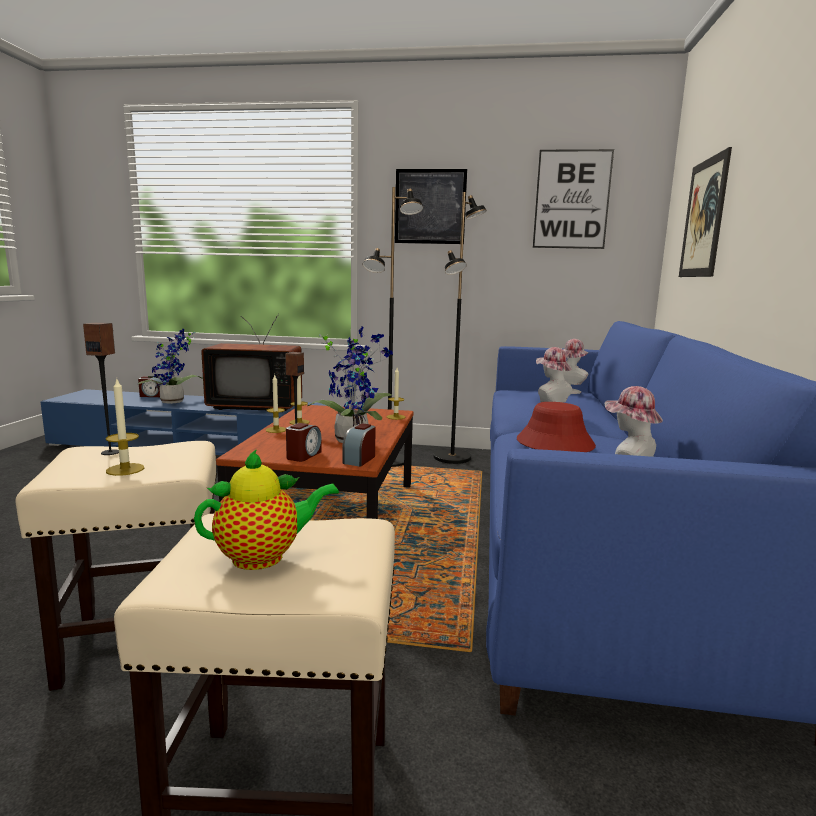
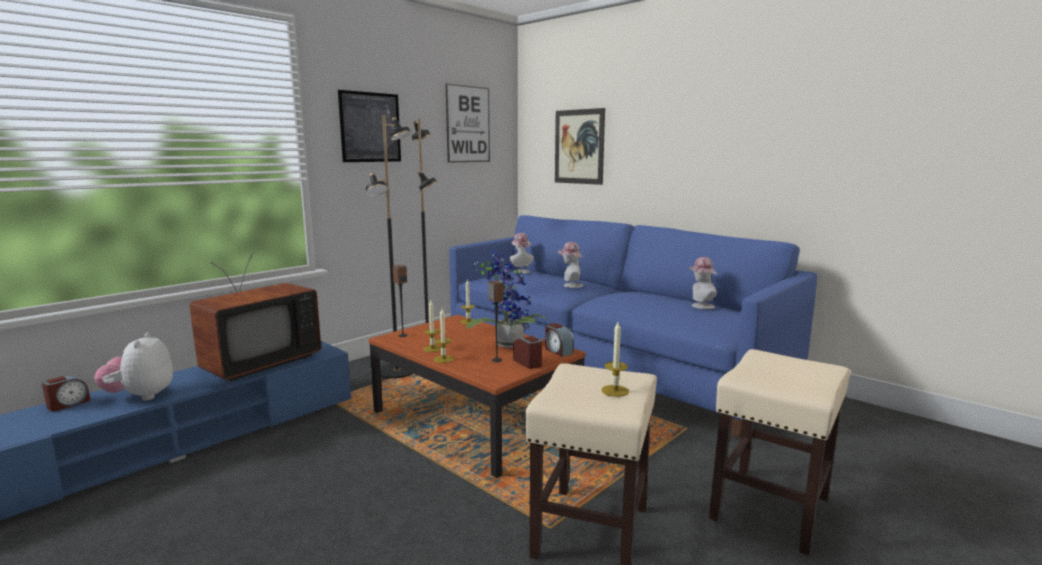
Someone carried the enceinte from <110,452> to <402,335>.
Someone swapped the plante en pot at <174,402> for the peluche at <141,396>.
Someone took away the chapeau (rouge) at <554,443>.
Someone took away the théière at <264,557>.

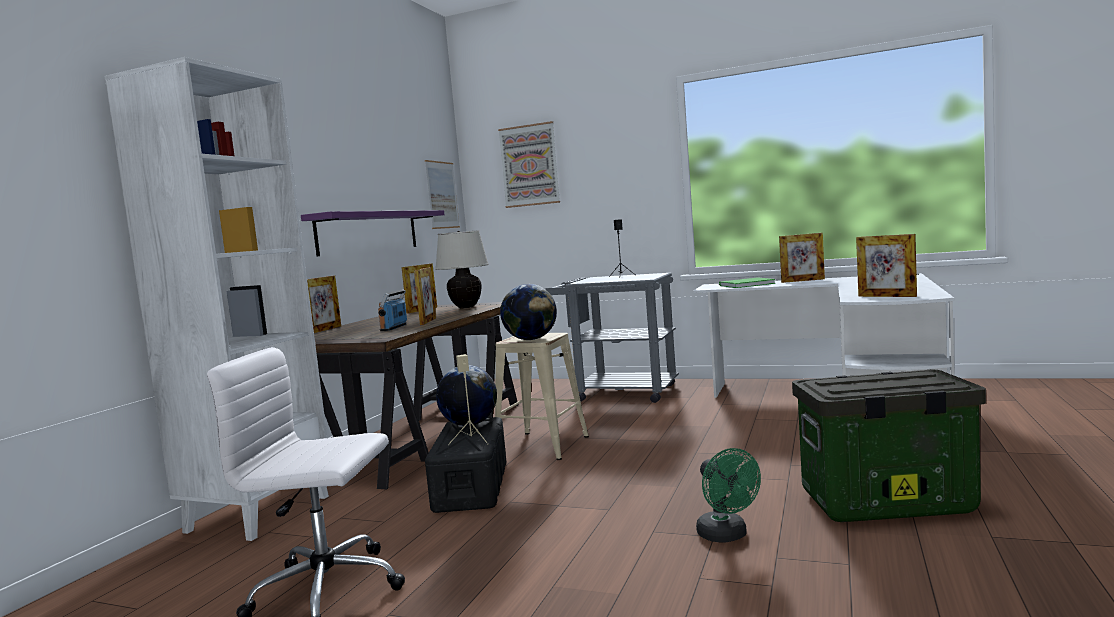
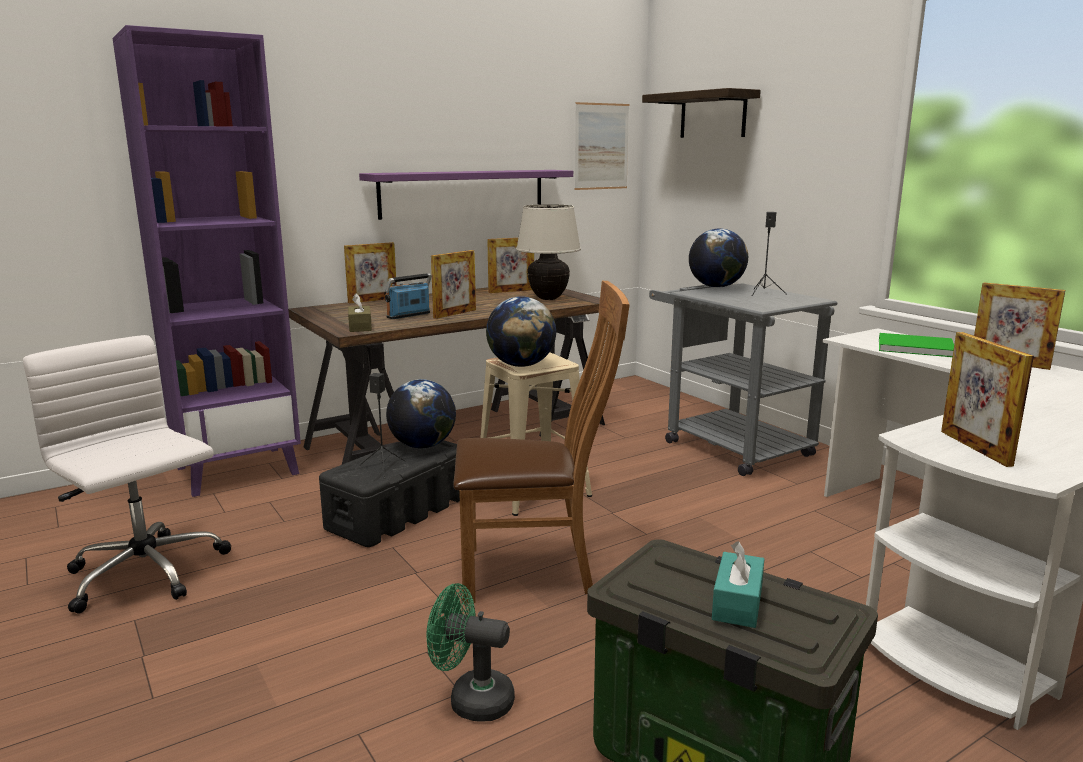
Someone repainted the bibliothèque (blanc) at <259,513>, which became the bibliothèque (violet) at <238,470>.
Someone swapped the tableau at <529,165> for the étagère at <713,115>.
Someone repainted the enceinte (beige) at <471,440>, which became the enceinte (noir) at <383,468>.
Someone rotated the ventilateur (vert) at <727,536> by 90 degrees clockwise.
Someone put down the globe at <716,287>.
Someone put down the chaise (marron) at <536,570>.
Someone put down the boîte à mouchoirs (marron) at <360,327>.
Someone put down the boîte à mouchoirs (turquoise) at <737,603>.

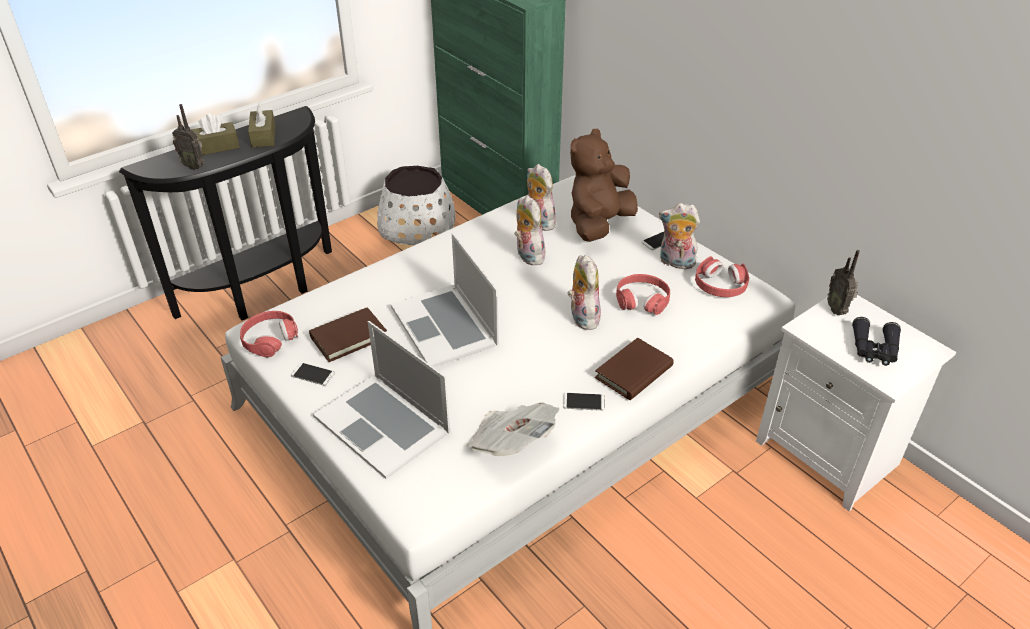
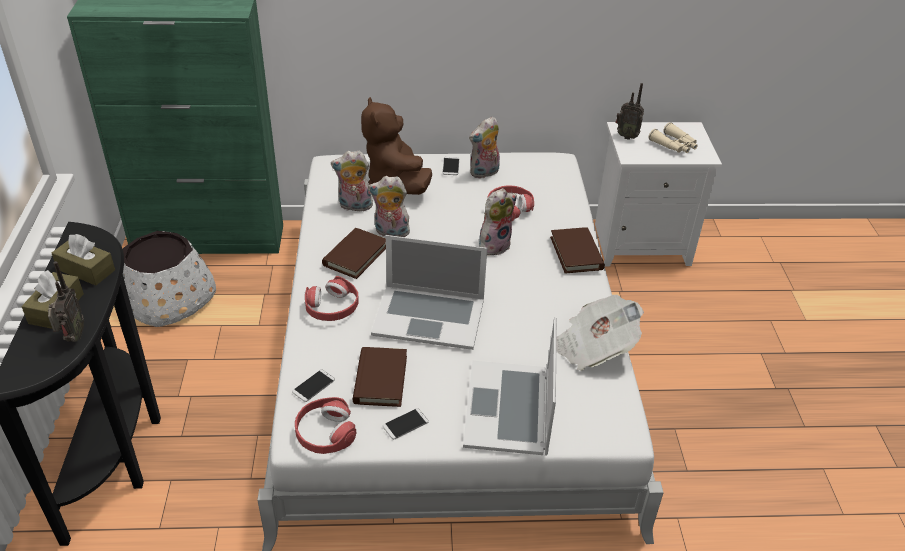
Someone rotated the radio at <194,166> by 60 degrees counterclockwise.
Someone rotated the peluche at <582,317> by 120 degrees clockwise.
Someone carried the casque audio (rouge) from <720,285> to <332,307>.
Someone repainted the jumelles (noir) at <874,349>, which became the jumelles (beige) at <674,145>.
Someone rotated the ordinateur portable at <382,424> by 105 degrees clockwise.
Someone carried the téléphone from <584,402> to <313,386>.
Someone put down the livre (marron) at <355,256>.

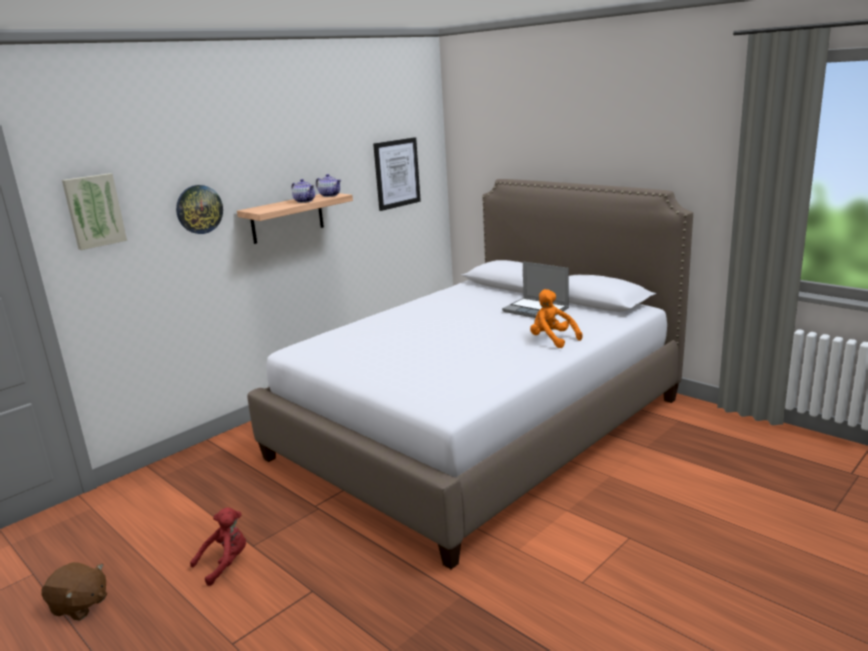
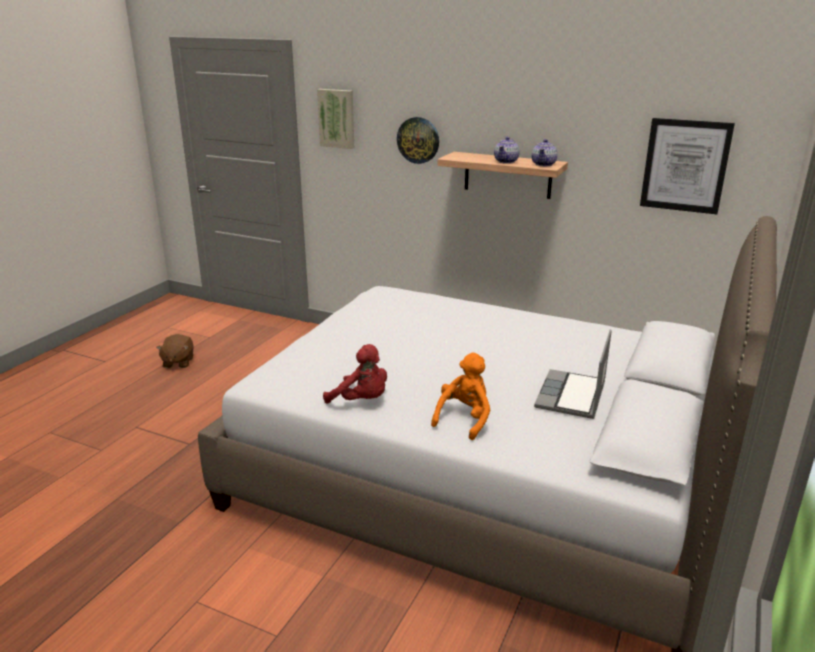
Someone carried the peluche (rouge) from <225,563> to <361,400>.

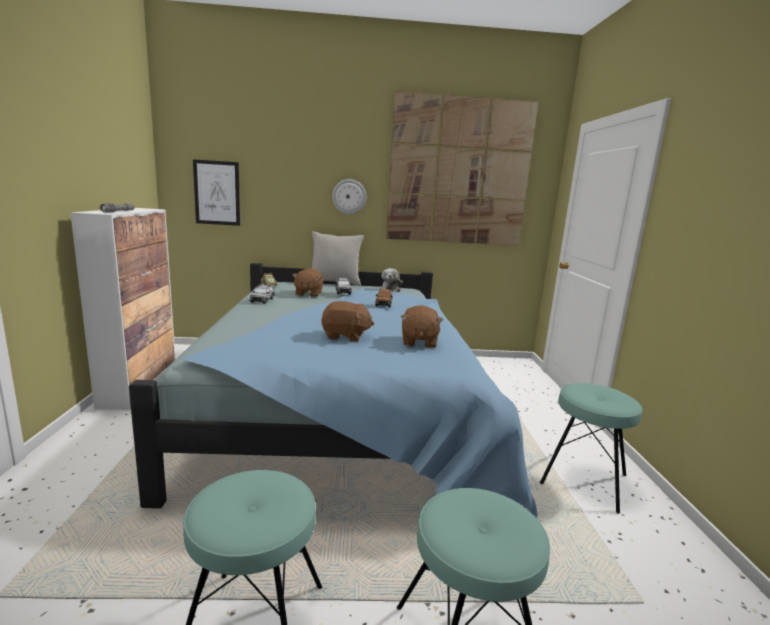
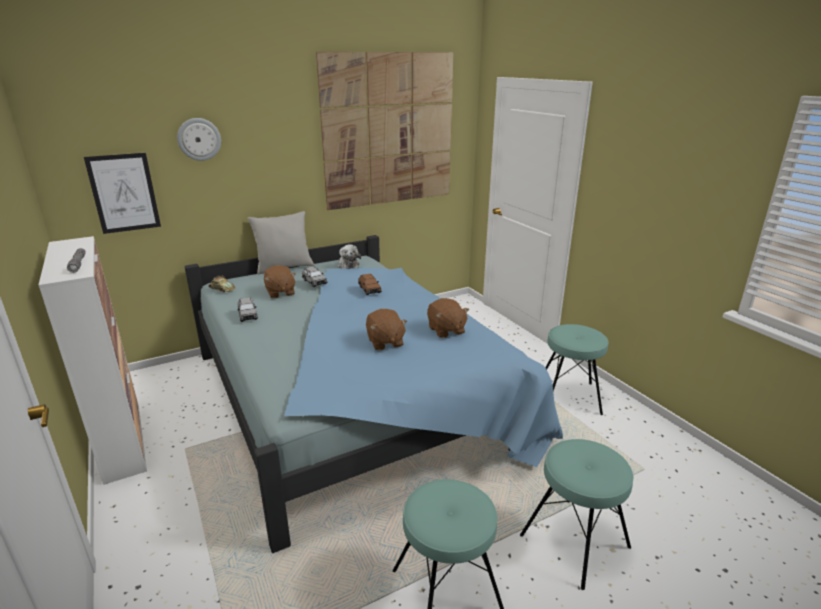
Someone carried the horloge murale from <349,196> to <199,139>.
Someone rotated the peluche (marron) at <345,336> by 90 degrees clockwise.

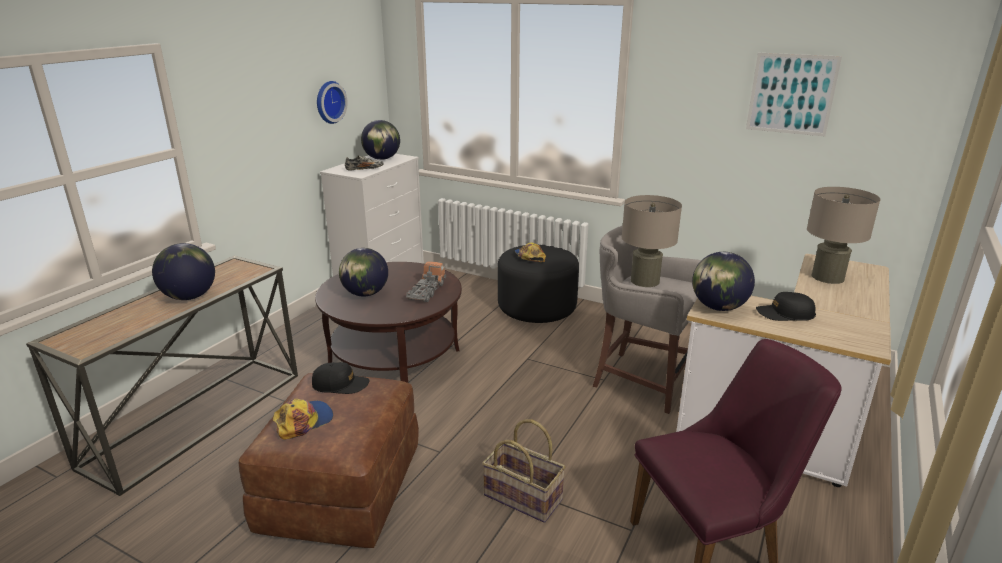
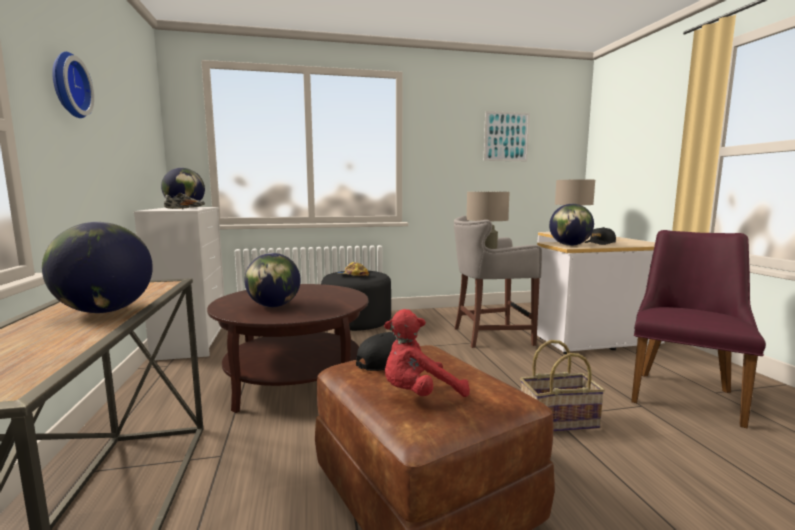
Someone carried the horloge murale from <328,102> to <67,85>.
Someone took away the camion jouet at <427,291>.
Someone swapped the casquette at <303,421> for the peluche (rouge) at <419,395>.

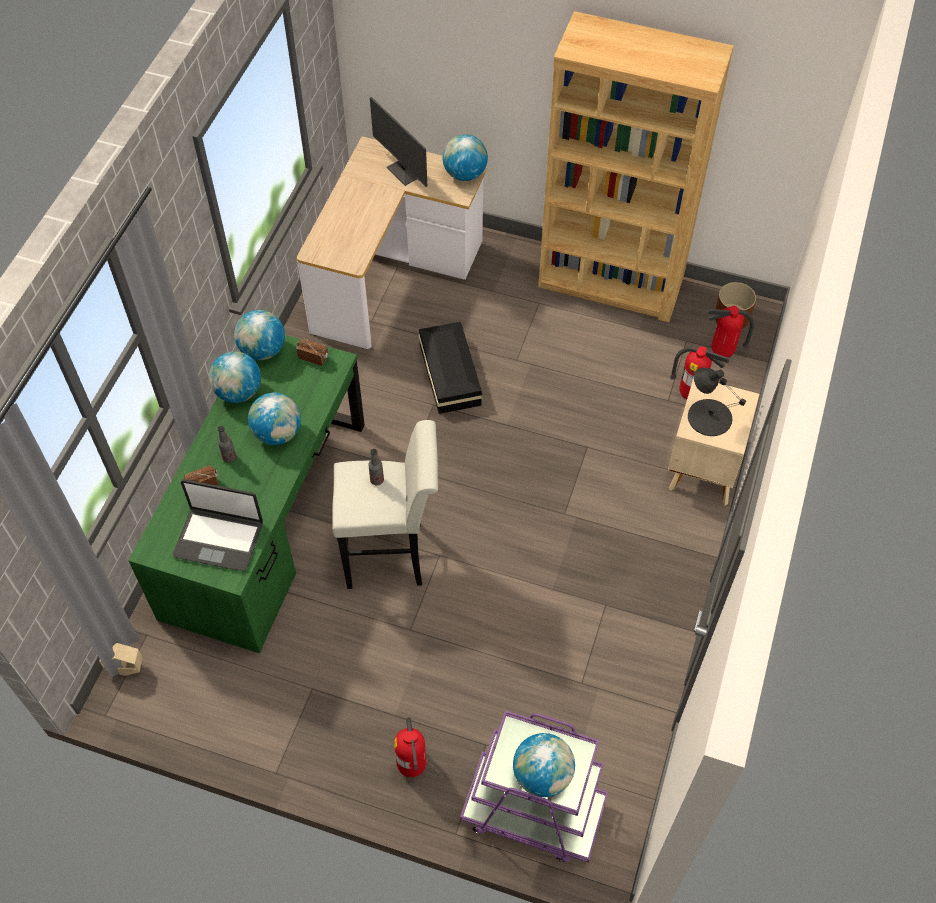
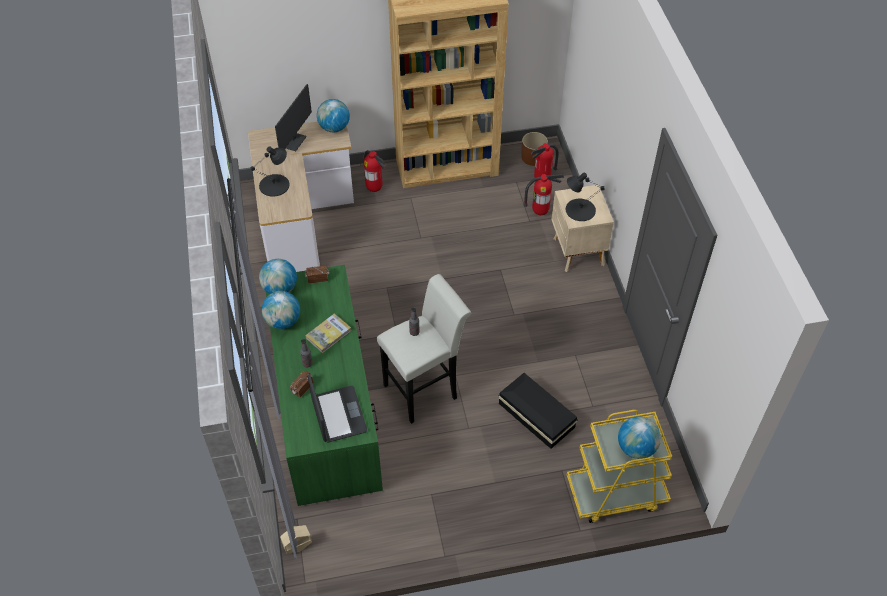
Someone rotated the écran d'ordinateur at <405,171> by 90 degrees counterclockwise.
Someone carried the boîte de rangement (noir) from <450,373> to <536,414>.
Someone swapped the globe at <277,433> for the livre at <328,334>.
Someone rotated the ordinateur portable at <219,539> by 90 degrees counterclockwise.
Someone repainted the chariot (violet) at <532,811>, which became the chariot (jaune) at <615,493>.
Someone carried the extincteur from <413,767> to <375,189>.
Someone put down the lampe de table (noir) at <275,185>.

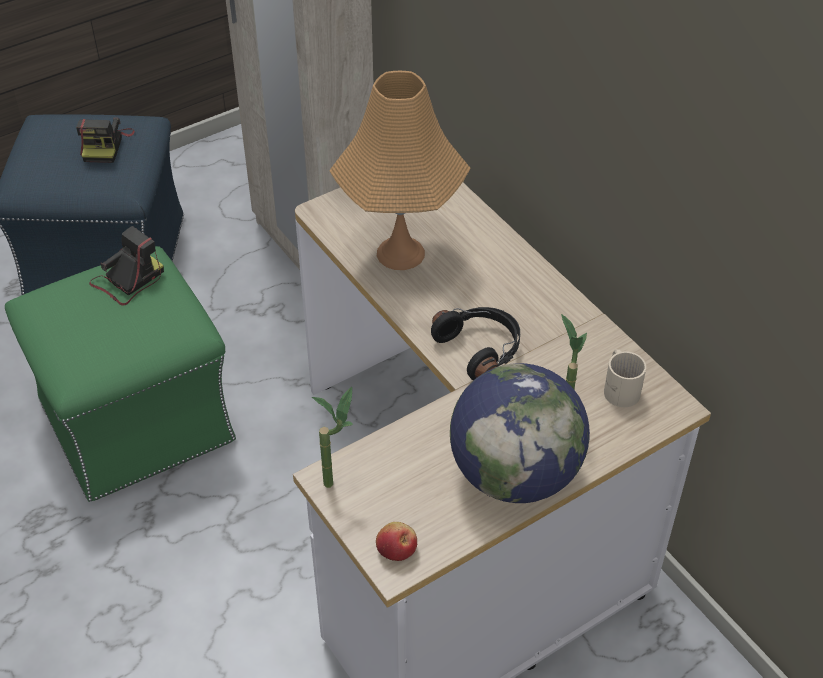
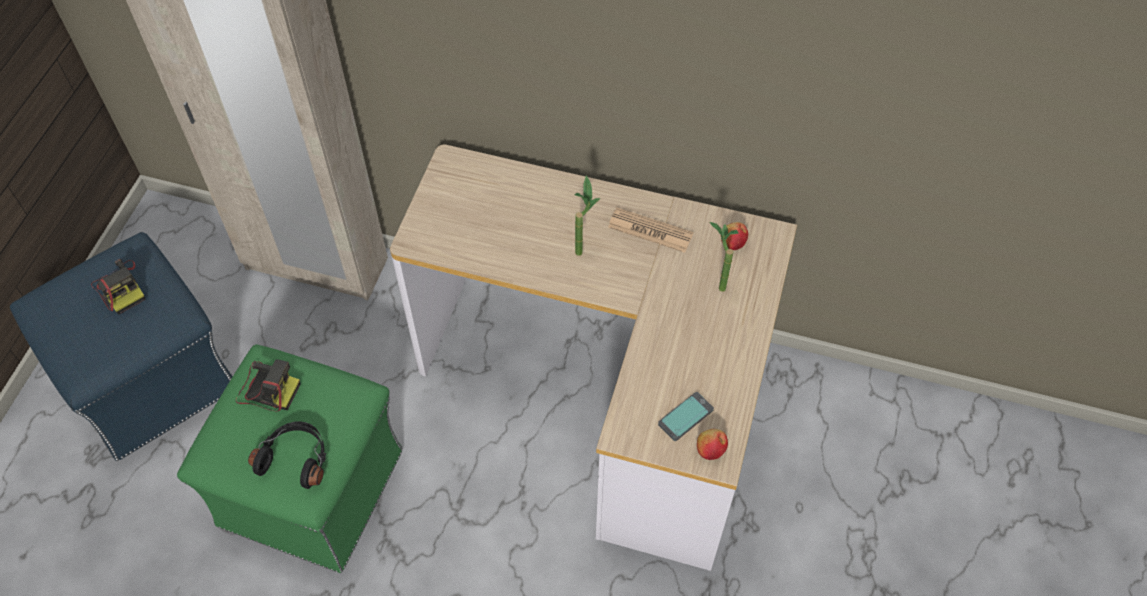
Someone took away the lampe de table (orange) at <400,253>.
Someone rotated the appareil photo at <128,281> by 105 degrees clockwise.
Someone carried the casque audio (noir) from <480,349> to <296,458>.
Someone swapped the mug (beige) at <621,387> for the pomme at <732,242>.
Someone took away the globe at <515,474>.
Someone carried the plante en pot from <338,481> to <582,247>.
Someone put down the journal at <650,231>.
Someone put down the téléphone at <685,416>.

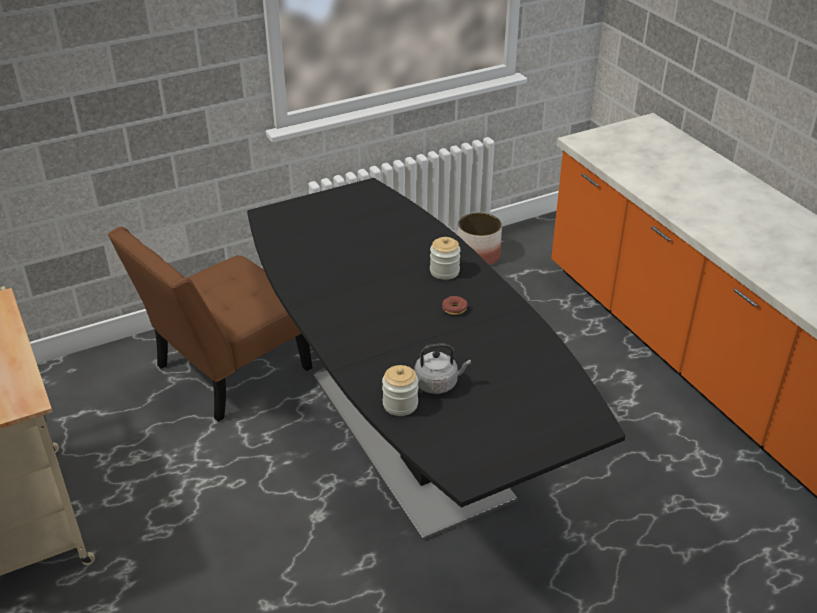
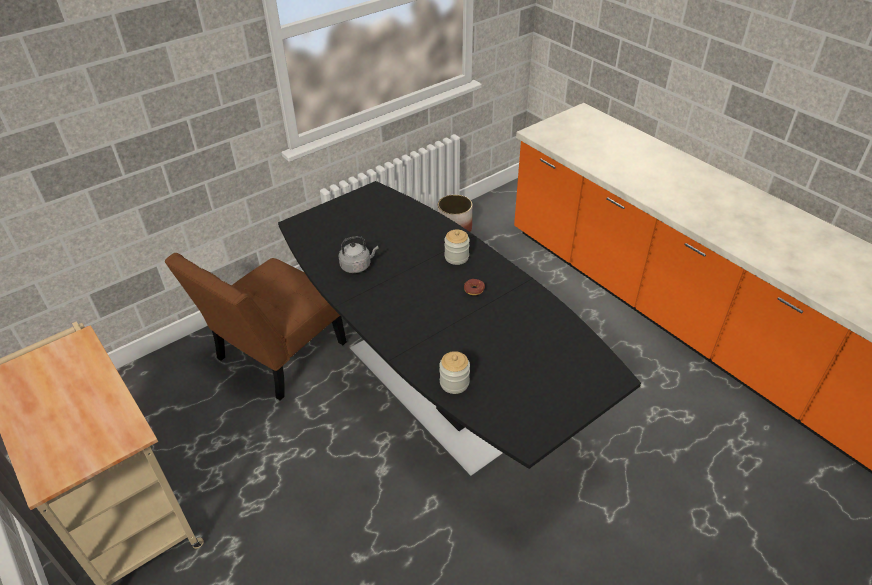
Someone carried the bouilloire (gris) from <438,383> to <357,266>.

